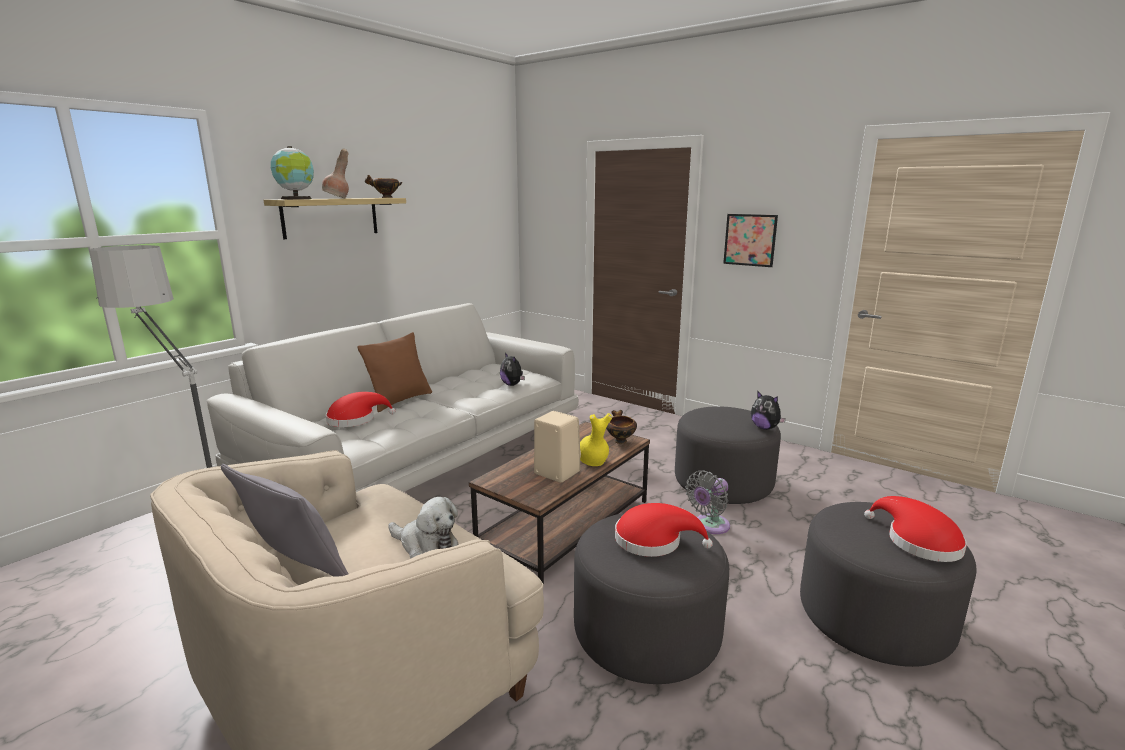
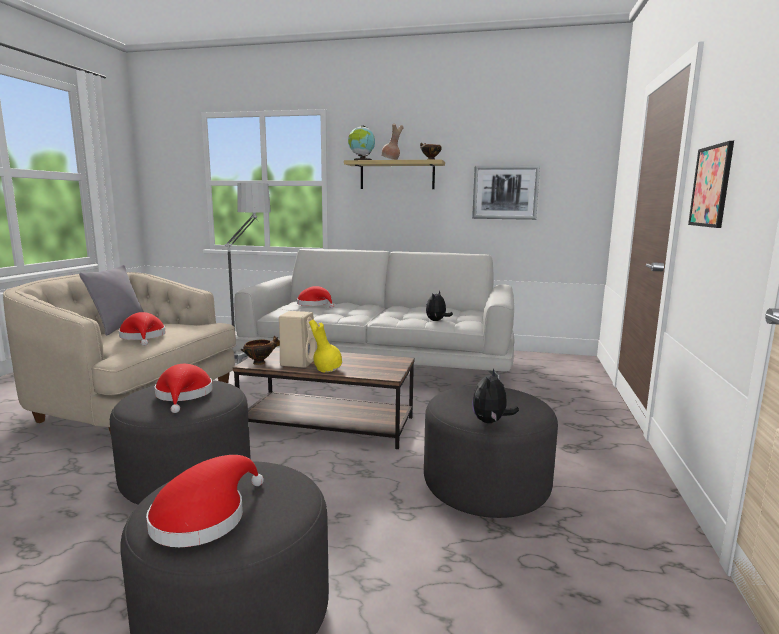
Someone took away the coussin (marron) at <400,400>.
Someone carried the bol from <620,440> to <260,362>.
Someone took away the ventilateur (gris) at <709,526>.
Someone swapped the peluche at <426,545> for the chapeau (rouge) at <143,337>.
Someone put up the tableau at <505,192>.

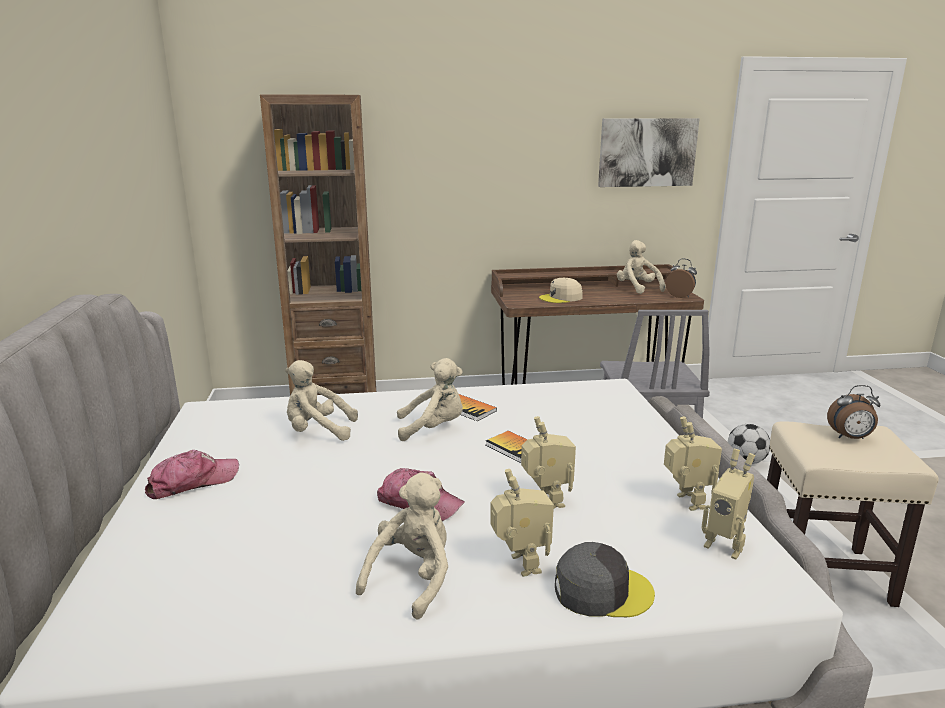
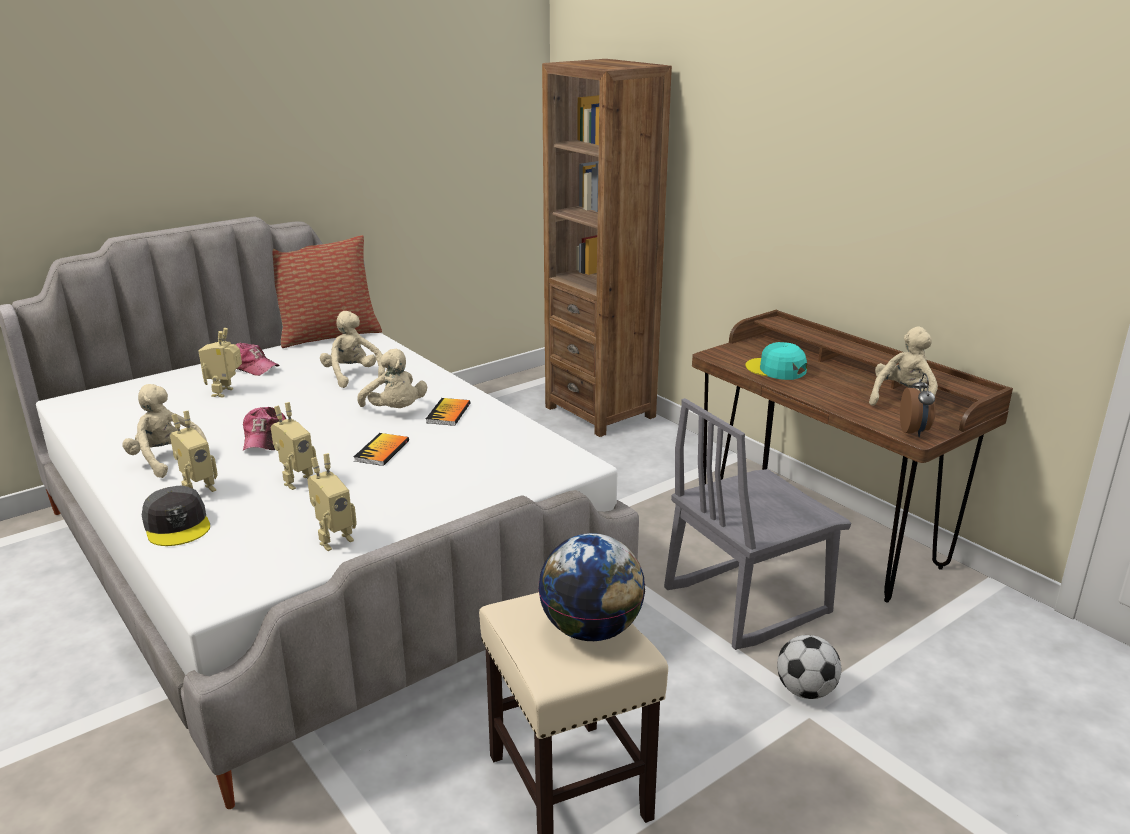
Someone took away the tableau at <647,152>.
Someone repainted the casquette (beige) at <561,298>, which became the casquette (turquoise) at <776,369>.
Someone swapped the réveil at <850,438> for the globe at <591,630>.
Someone carried the robot jouet from <725,545> to <226,393>.
Someone rotated the peluche (beige) at <412,578> by 135 degrees counterclockwise.
Someone put down the coussin at <328,335>.

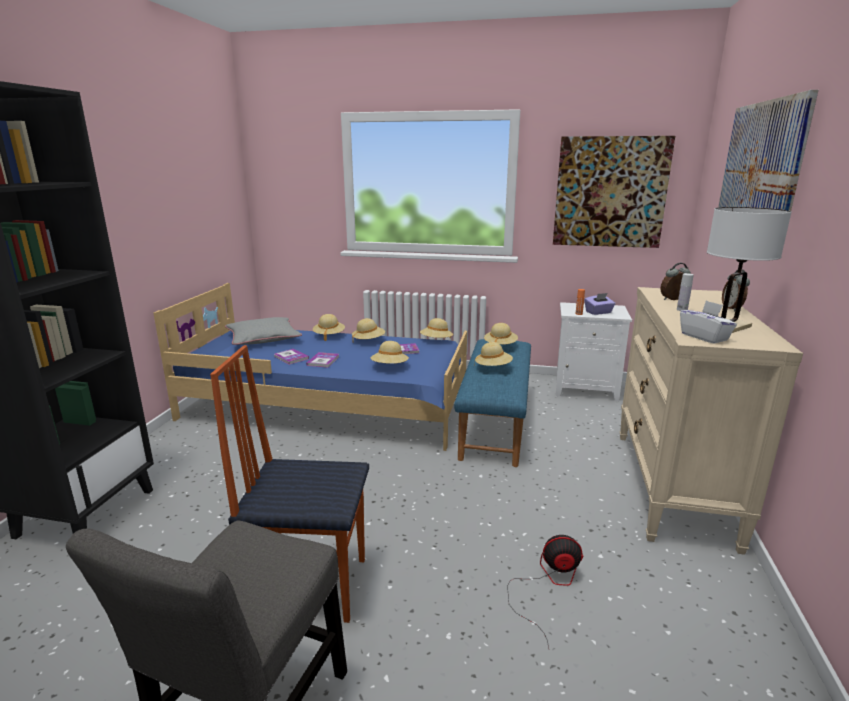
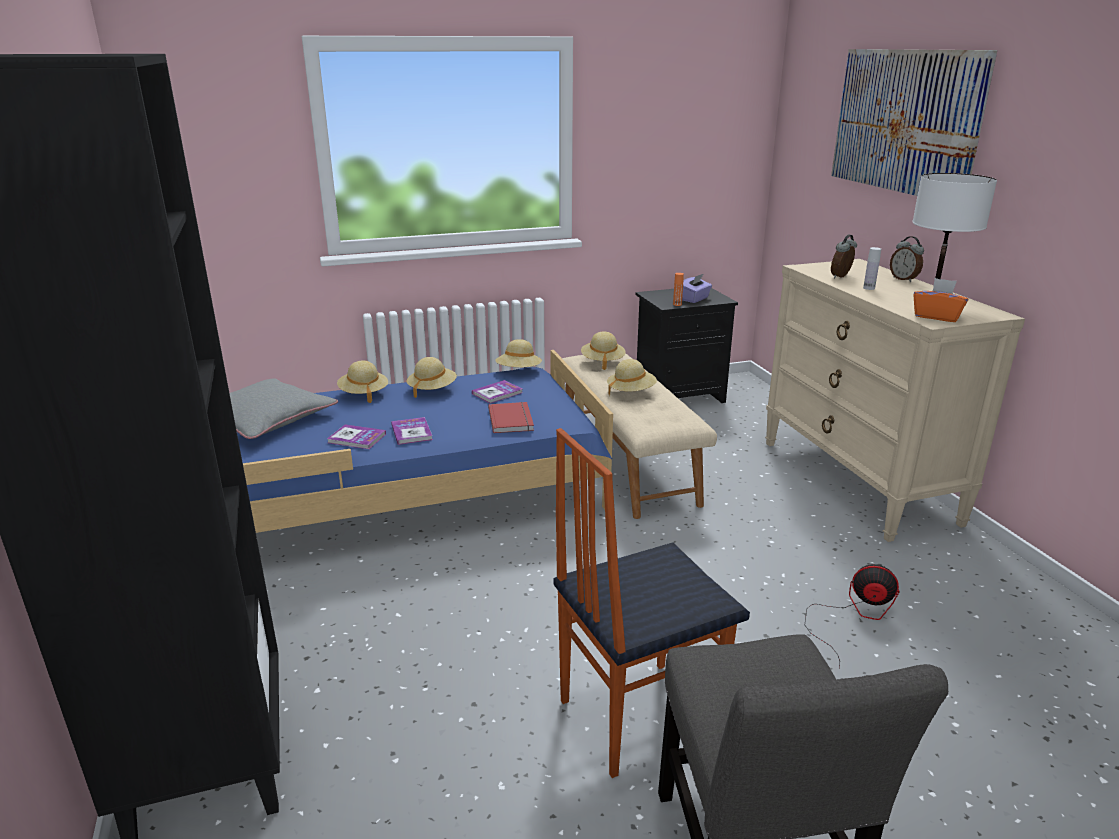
Someone took away the tableau at <610,192>.
Someone repainted the boîte à mouchoirs (blanc) at <704,337>, which became the boîte à mouchoirs (orange) at <937,316>.
Someone repainted the table de chevet (blanc) at <586,388>, which became the table de chevet (noir) at <679,395>.
Someone repainted the banc (bleu) at <494,422>, which became the banc (beige) at <625,461>.
Someone swapped the chapeau (beige) at <389,367> for the livre (rouge) at <512,419>.
Someone rotated the ventilateur at <548,585> by 45 degrees clockwise.

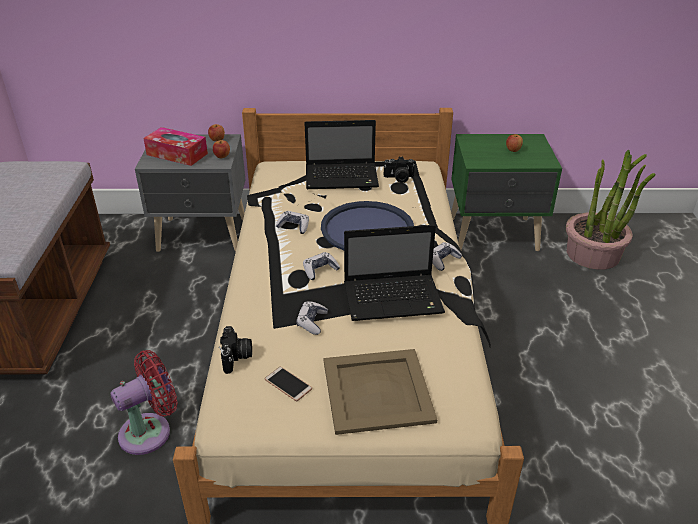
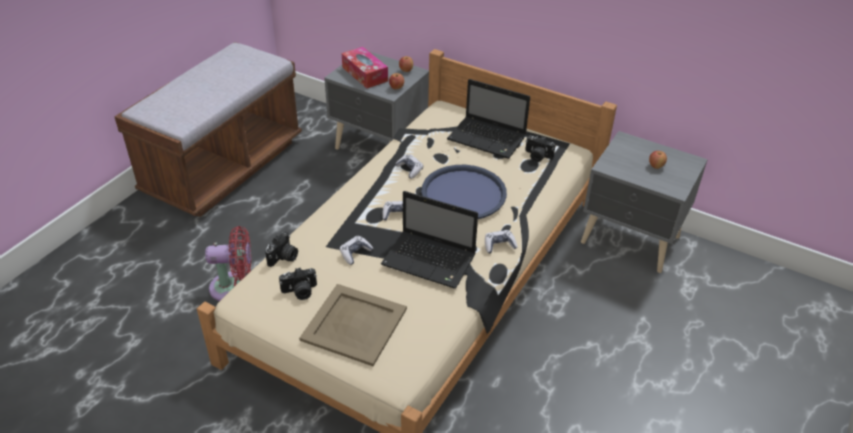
Someone repainted the table de chevet (vert) at <495,235>, which became the table de chevet (gris) at <631,241>.
Someone took away the plante en pot at <593,254>.
Someone swapped the téléphone at <288,384> for the appareil photo at <300,292>.

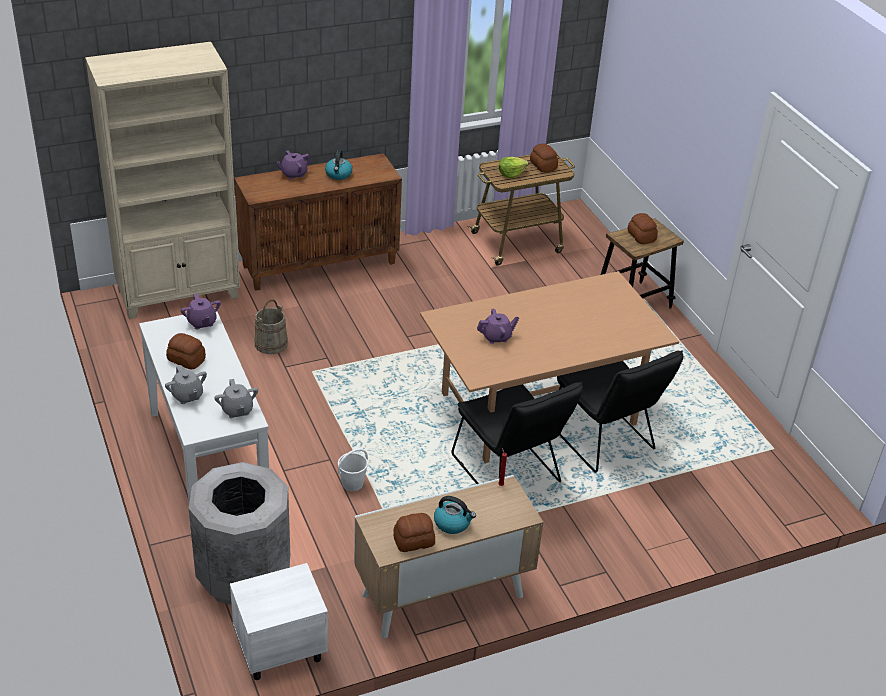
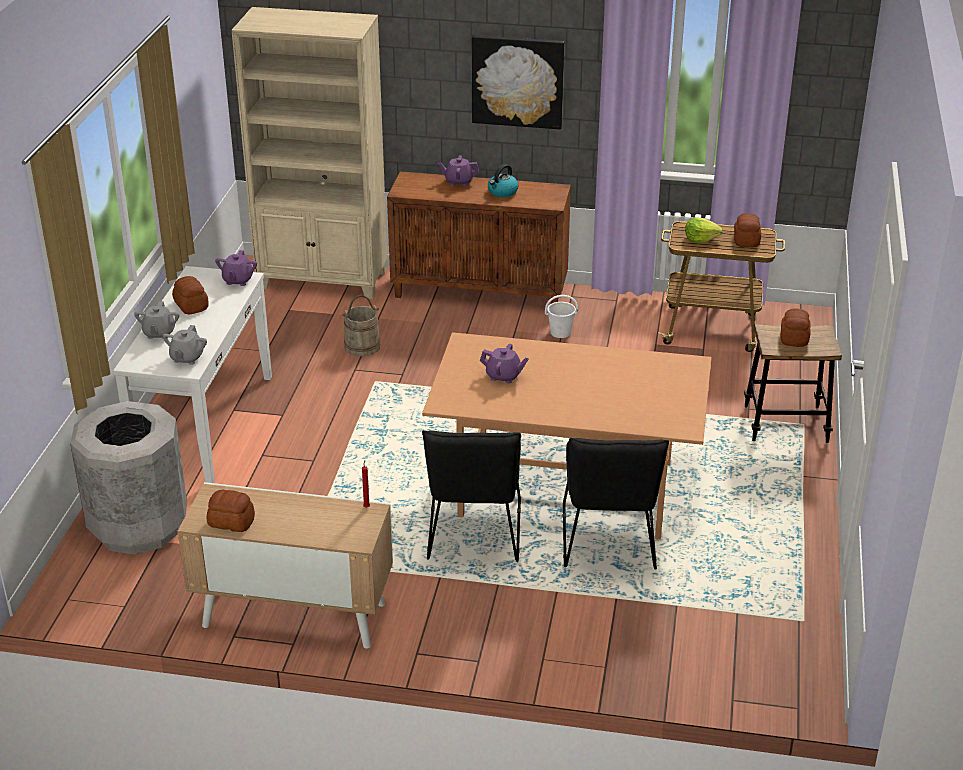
Someone carried the seau (blanc) from <353,483> to <561,332>.
Someone took away the bouilloire at <452,523>.
Someone took away the table de chevet (blanc) at <279,650>.
Someone put up the tableau at <517,81>.

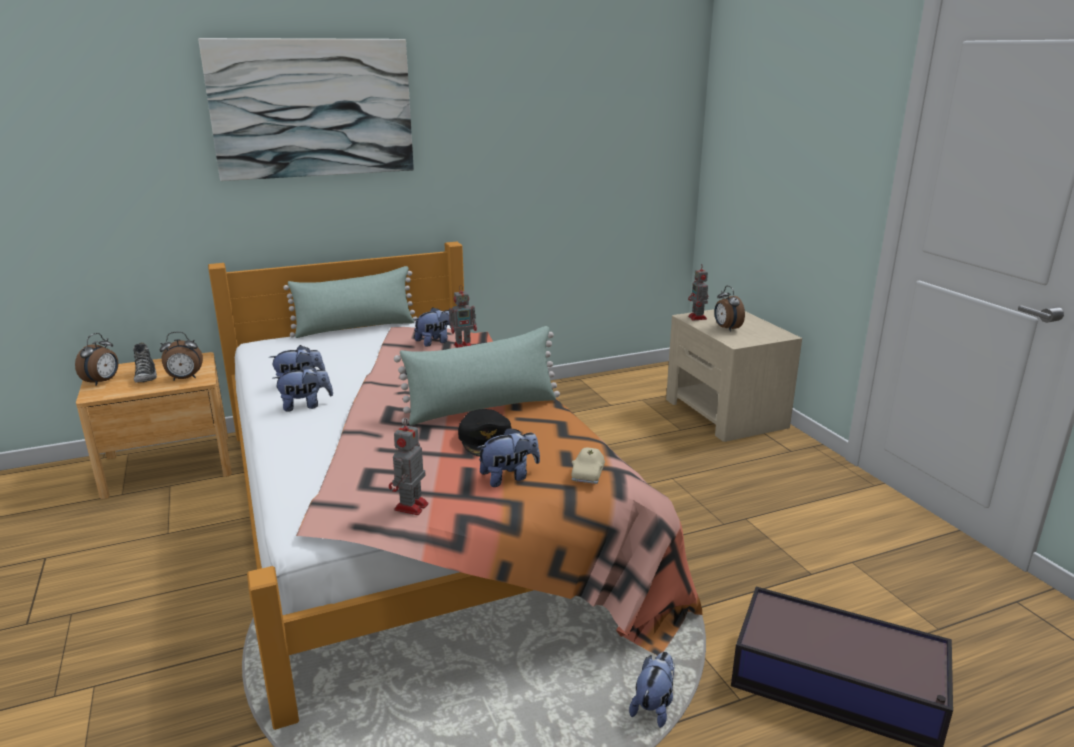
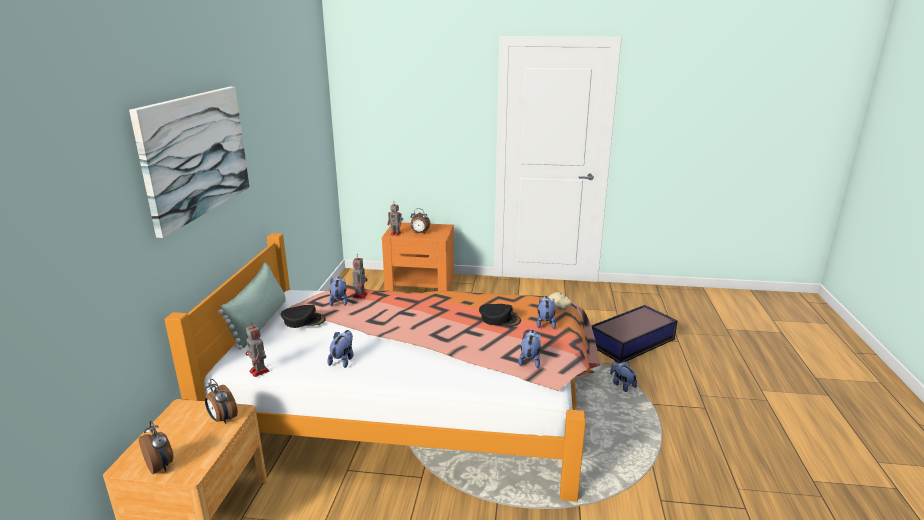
Someone repainted the table de chevet (beige) at <725,413>, which became the table de chevet (orange) at <420,282>.
Someone took away the coussin (vert) at <482,408>.
Someone rotated the réveil at <184,379> by 120 degrees clockwise.
Someone took away the chaussure at <146,376>.
Someone carried the peluche from <305,405> to <530,360>.
Someone carried the robot jouet from <410,507> to <259,371>.
Someone put down the casquette (noir) at <303,320>.

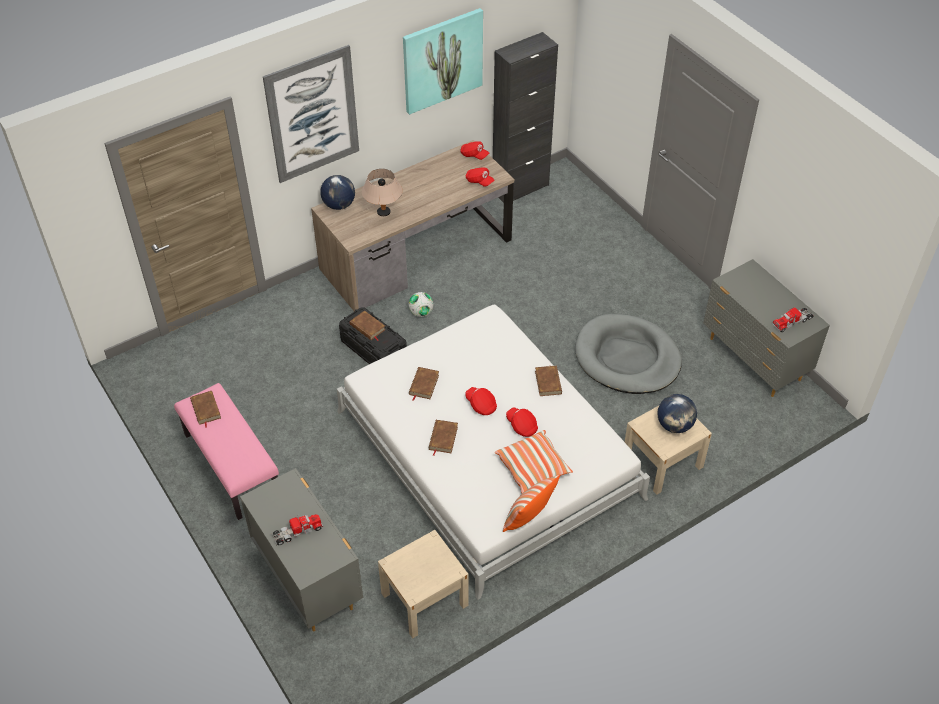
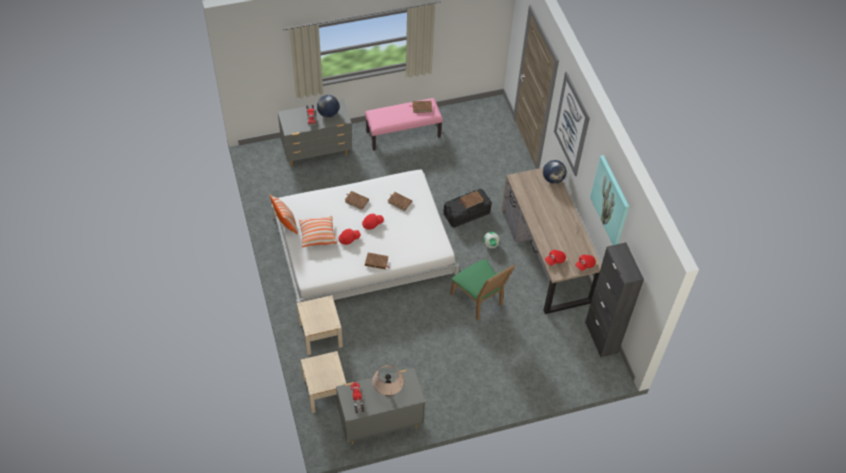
Someone carried the lampe de table (beige) from <383,212> to <388,391>.
Someone took away the panier pour chien (gris) at <627,358>.
Someone carried the globe from <675,425> to <328,113>.
Someone carried the table de chevet (beige) from <424,599> to <325,391>.
Someone put down the chaise (vert) at <479,301>.

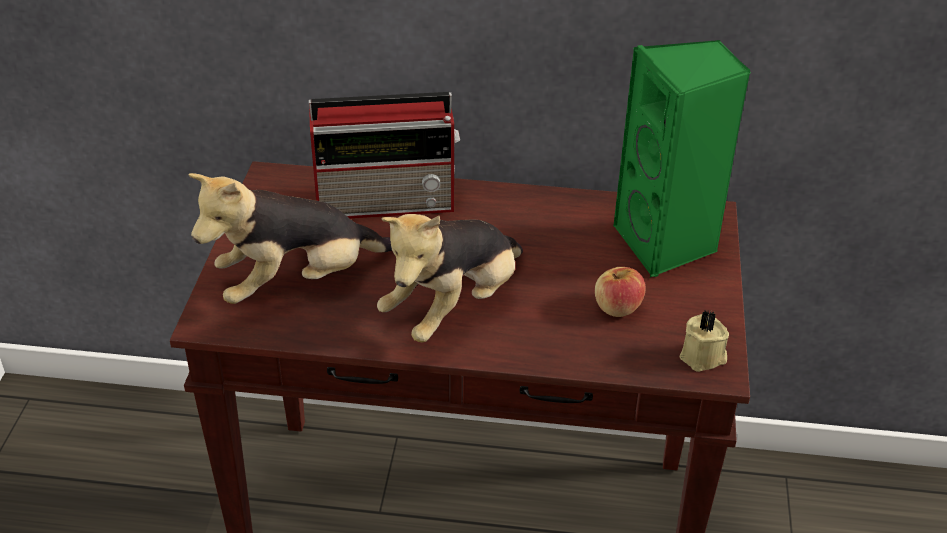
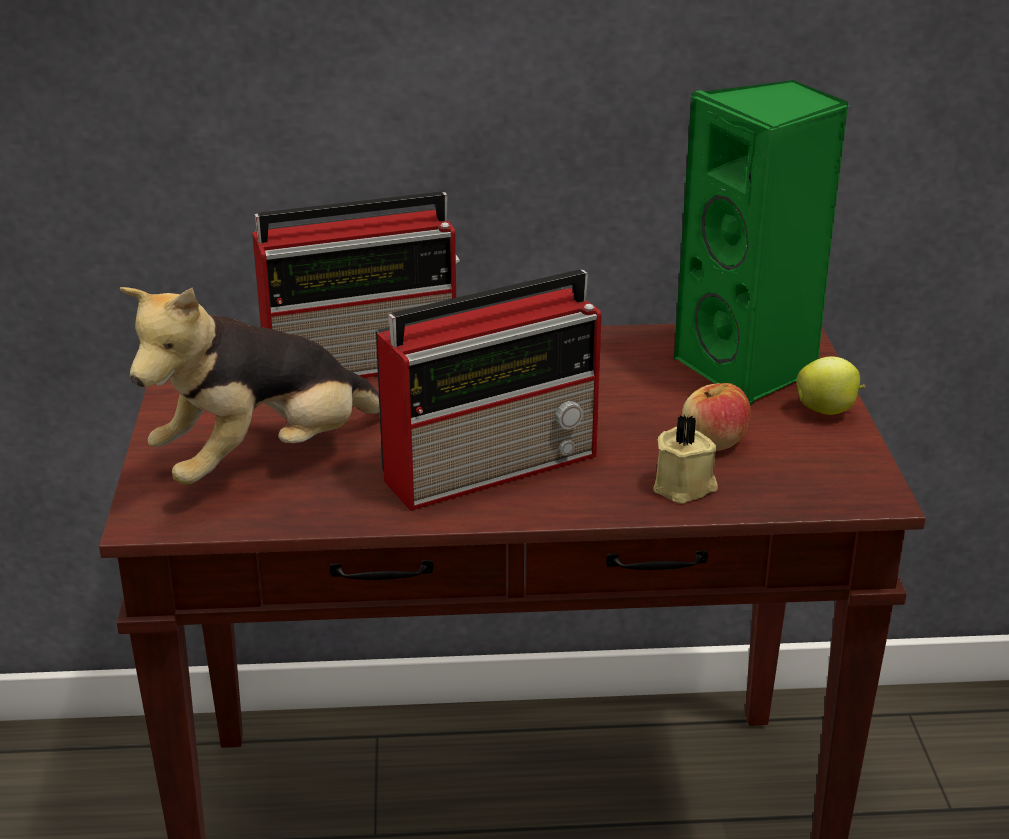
Someone swapped the peluche at <453,307> for the radio at <494,465>.
Someone carried the bougie (beige) from <703,357> to <685,487>.
Someone put down the pomme at <827,411>.

